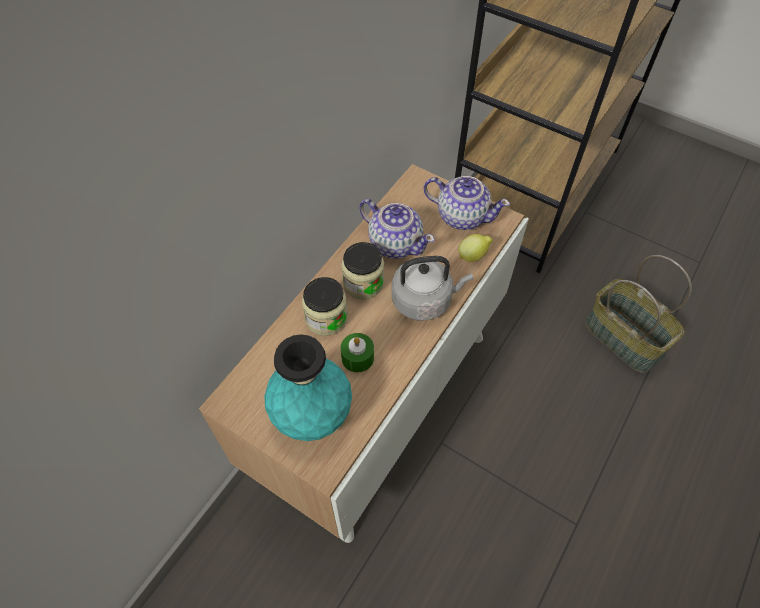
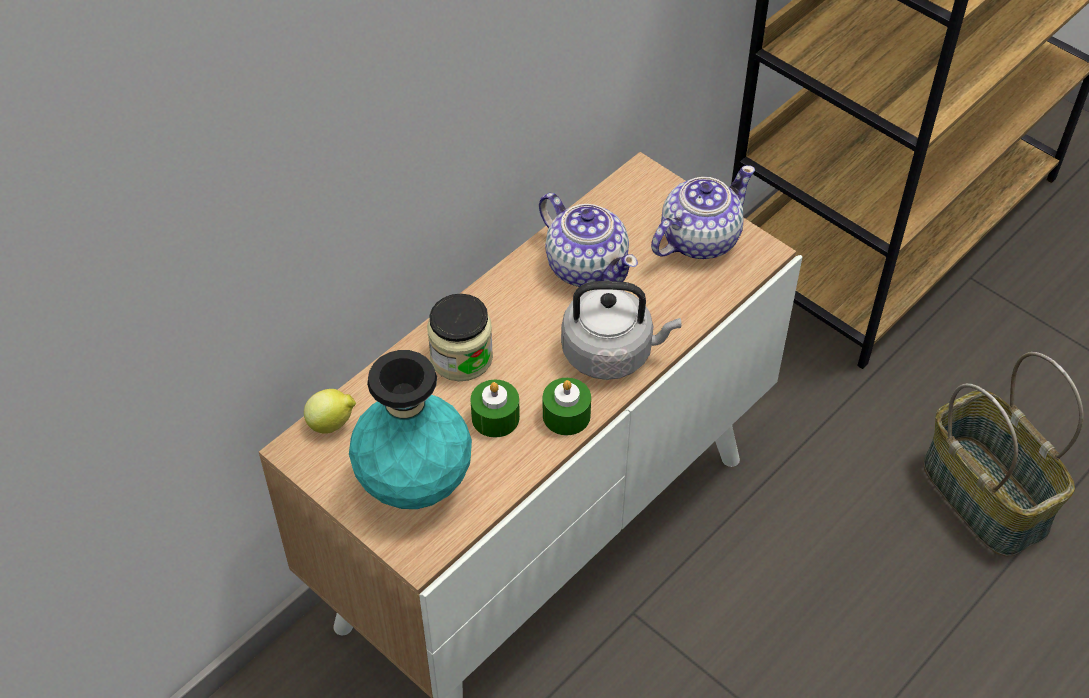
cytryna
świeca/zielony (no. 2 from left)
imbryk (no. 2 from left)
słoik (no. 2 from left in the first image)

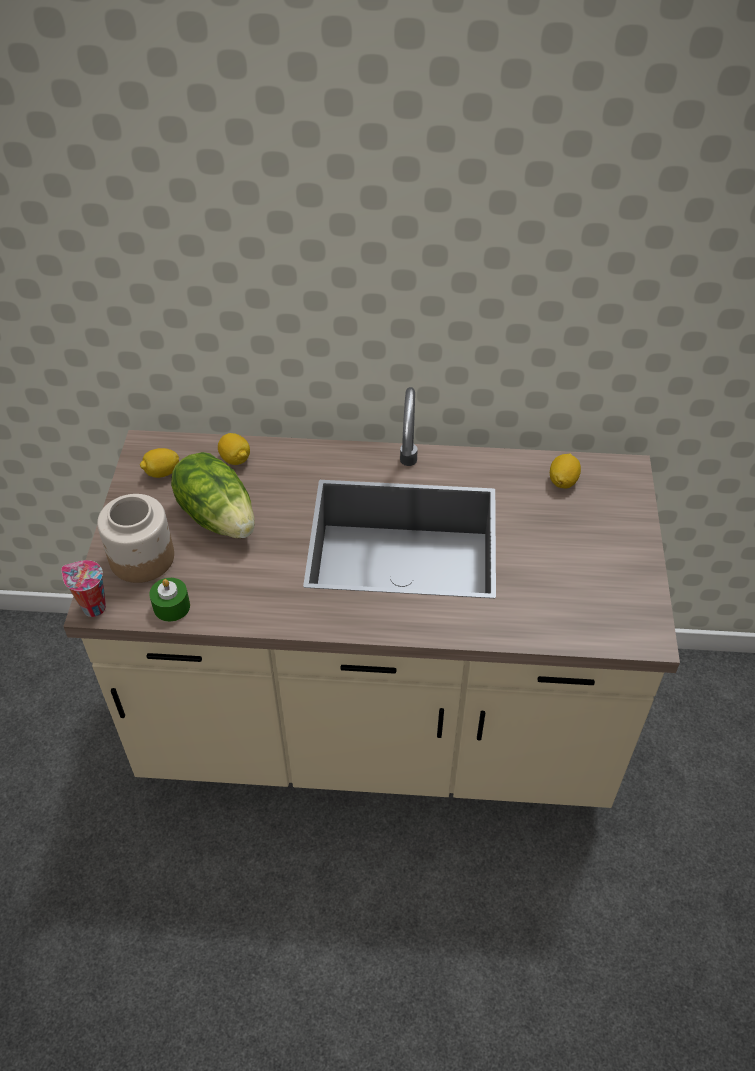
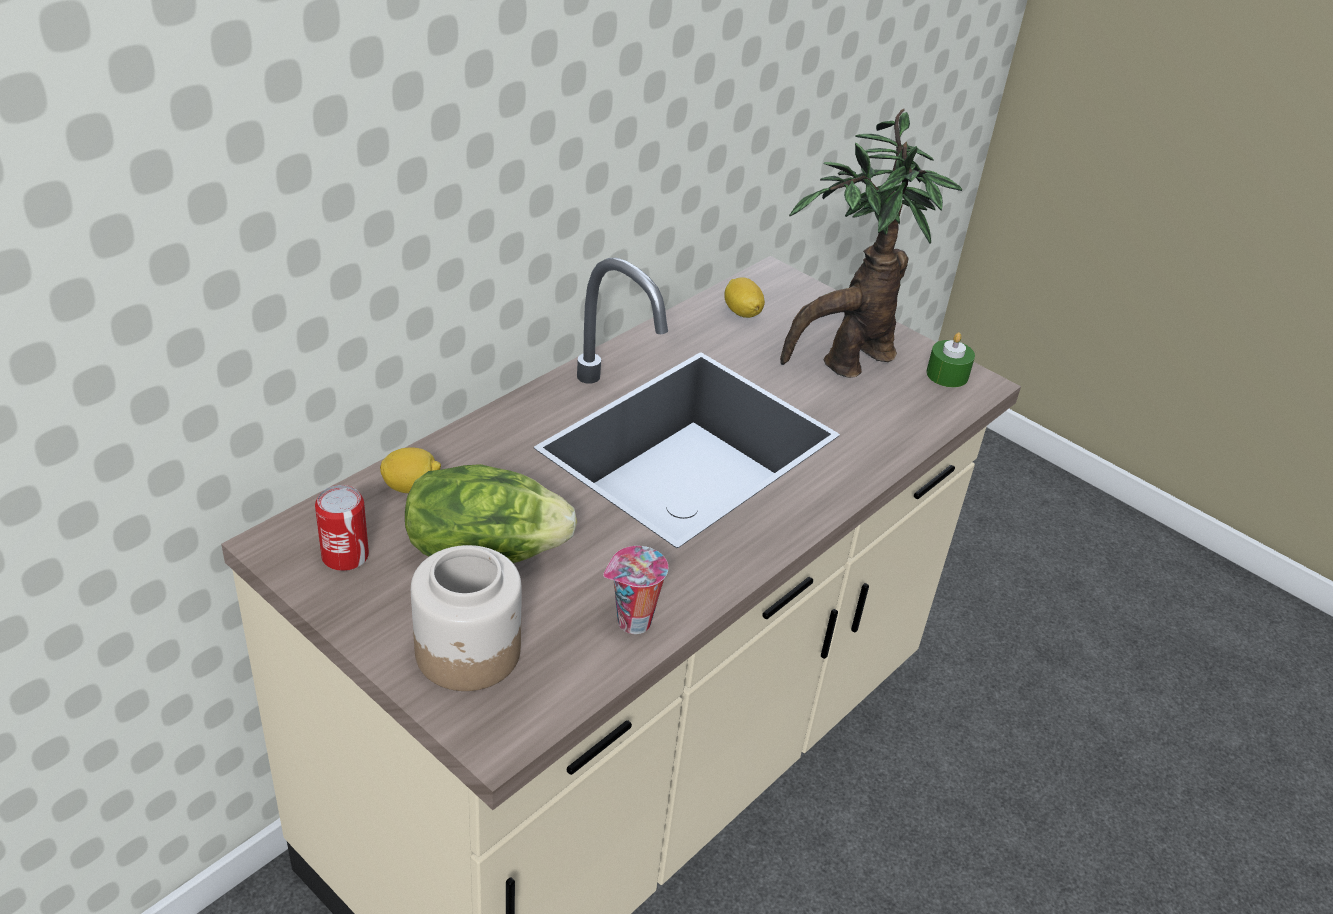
puszka
filiżanka
roślina doniczkowa
świeca/zielony

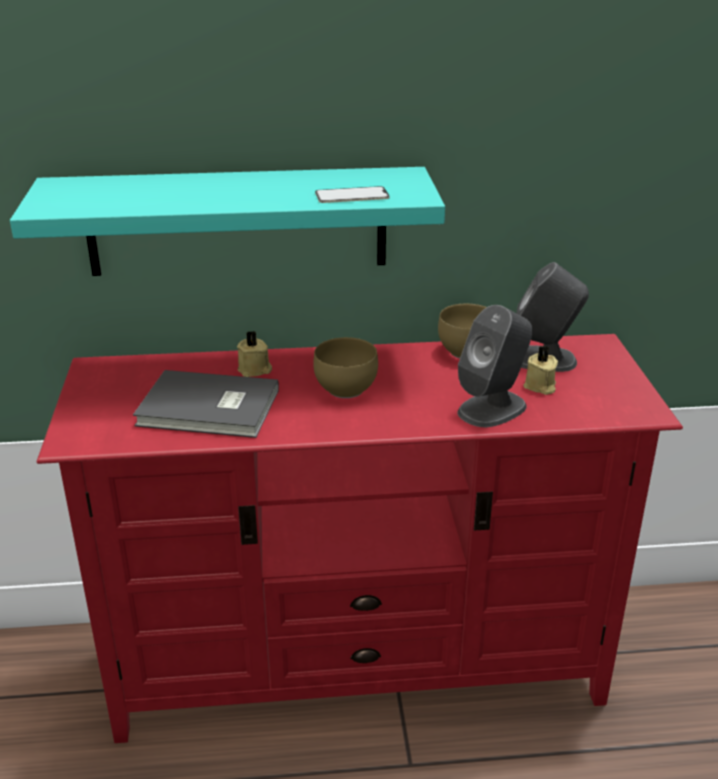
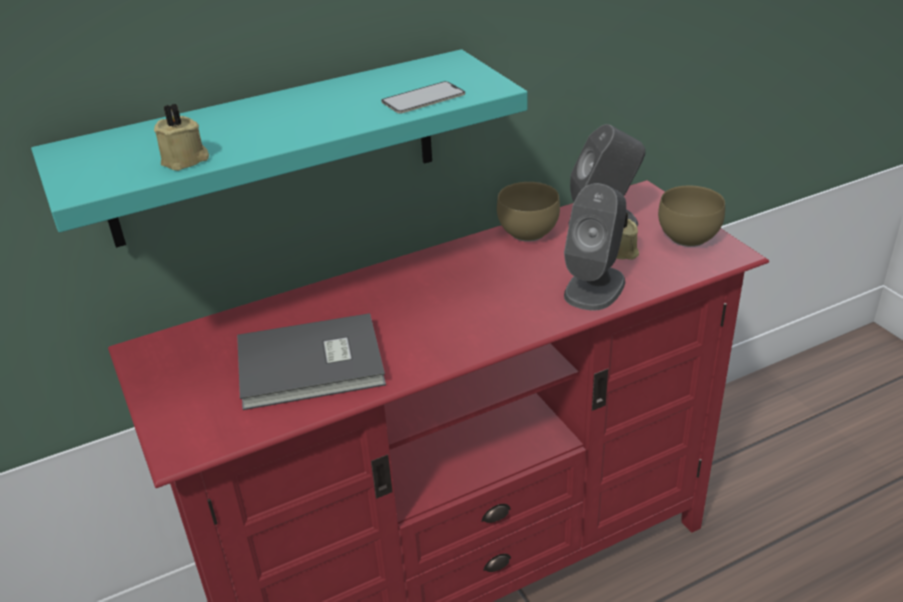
świeca/beżowy (no. 1 from left)
miska/brązowy (no. 2 from left)

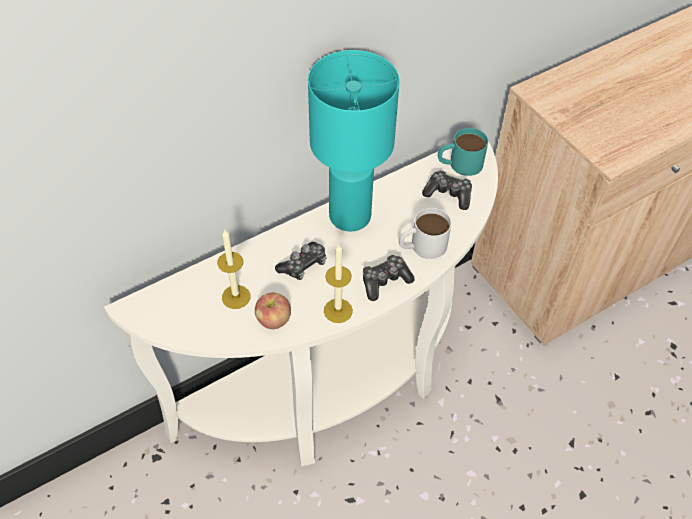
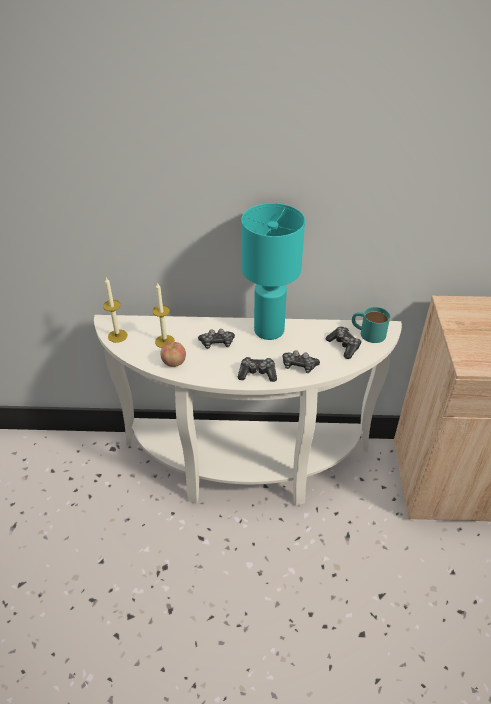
świeca (no. 1 from left)
pad do gier (no. 3 from left)

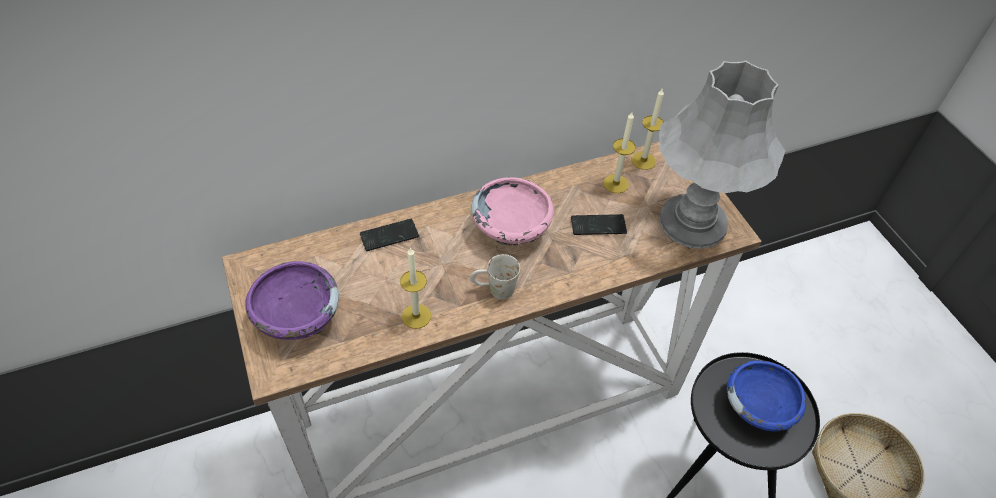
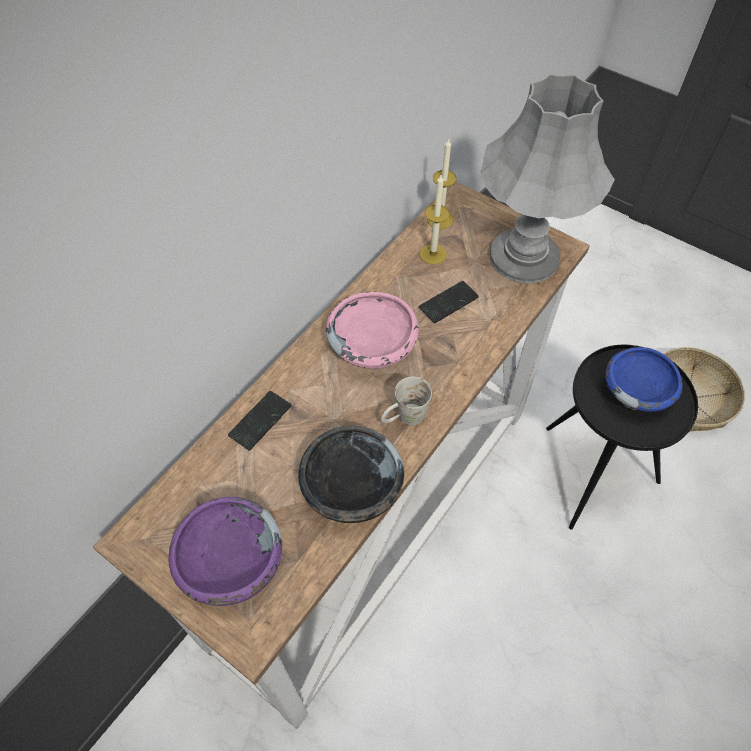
miska/czarny

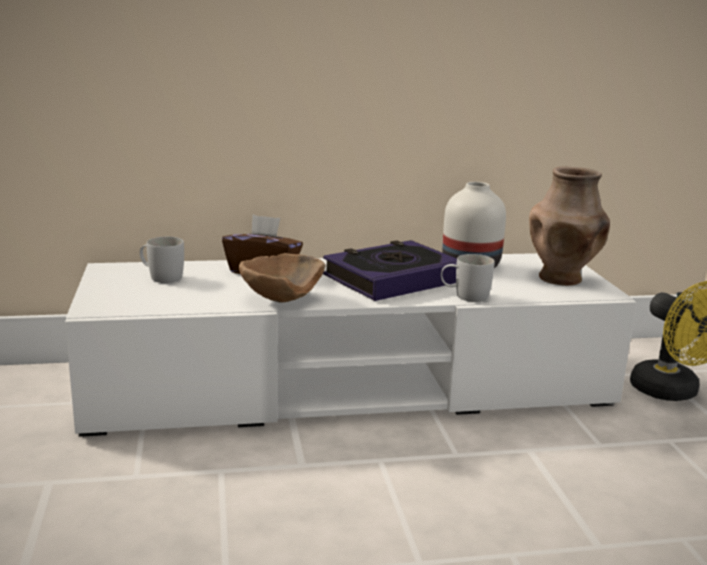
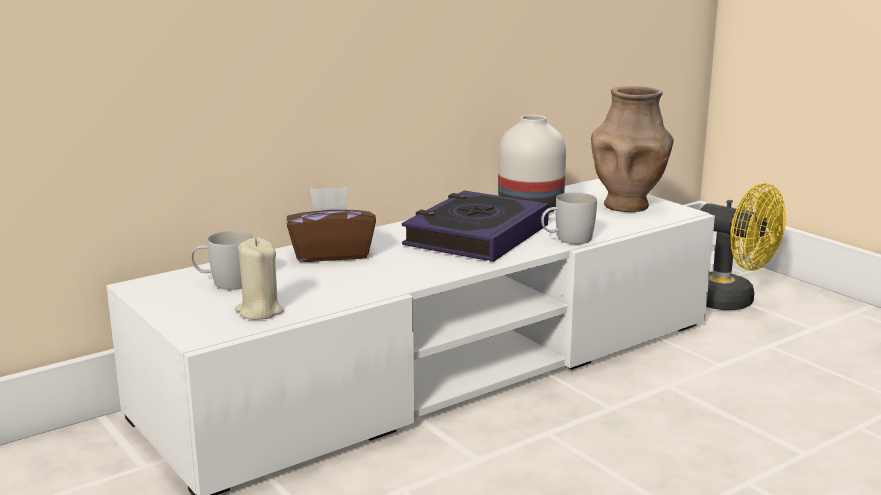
świeca/beżowy
miska/brązowy

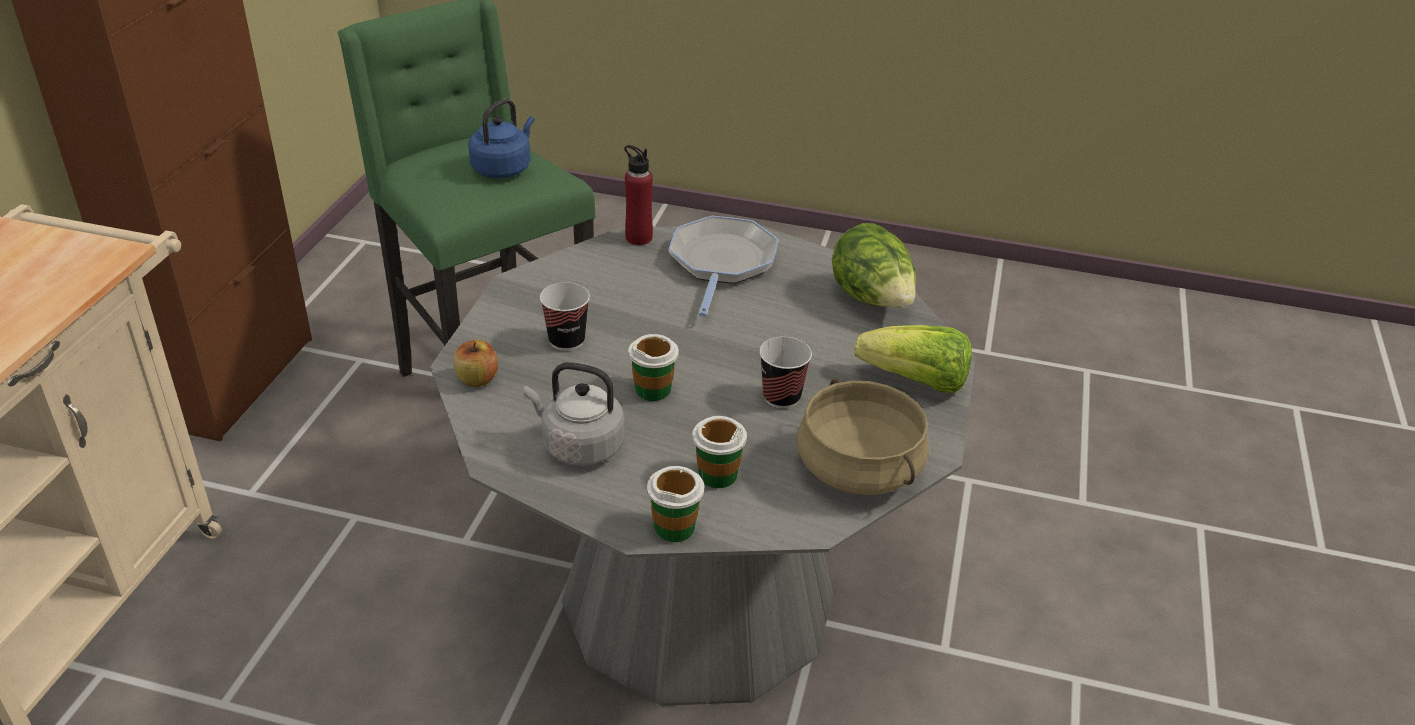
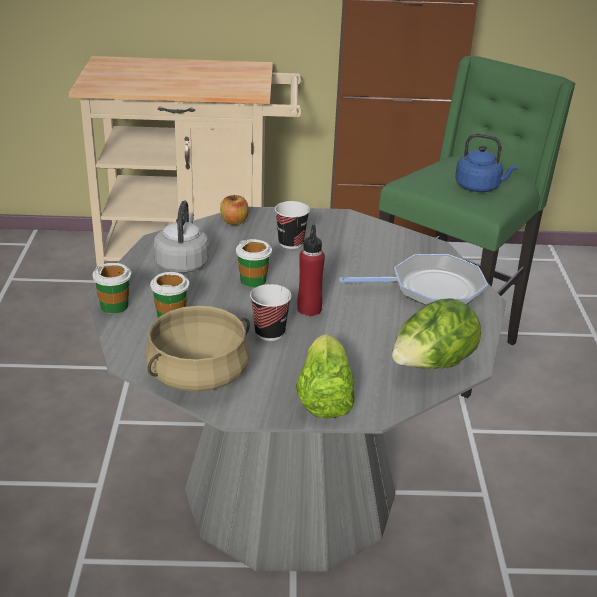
butelka/czerwony

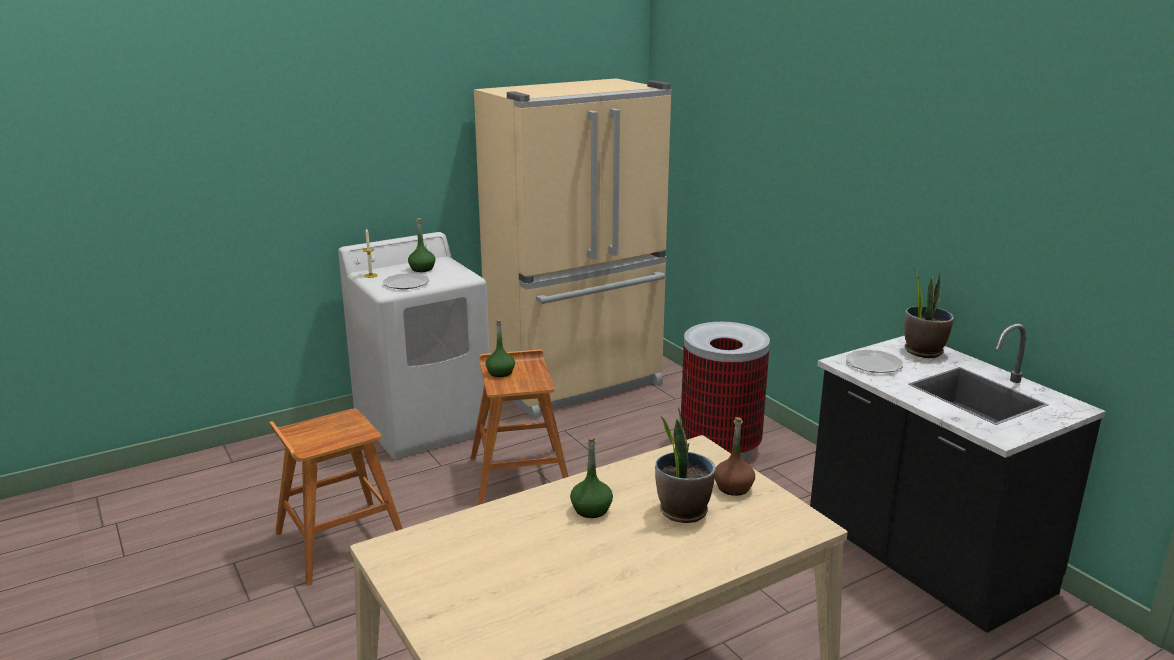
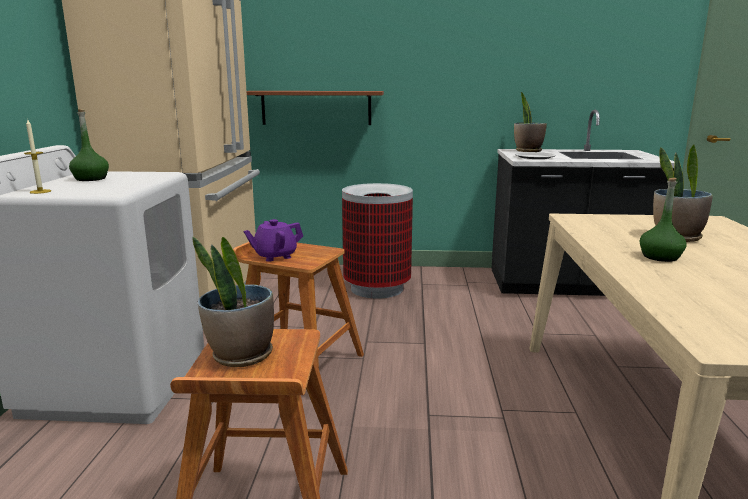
roślina doniczkowa (no. 1 from left)
imbryk/fioletowy
półka/brązowy
talerz (no. 1 from left in the first image)
butelka/brązowy

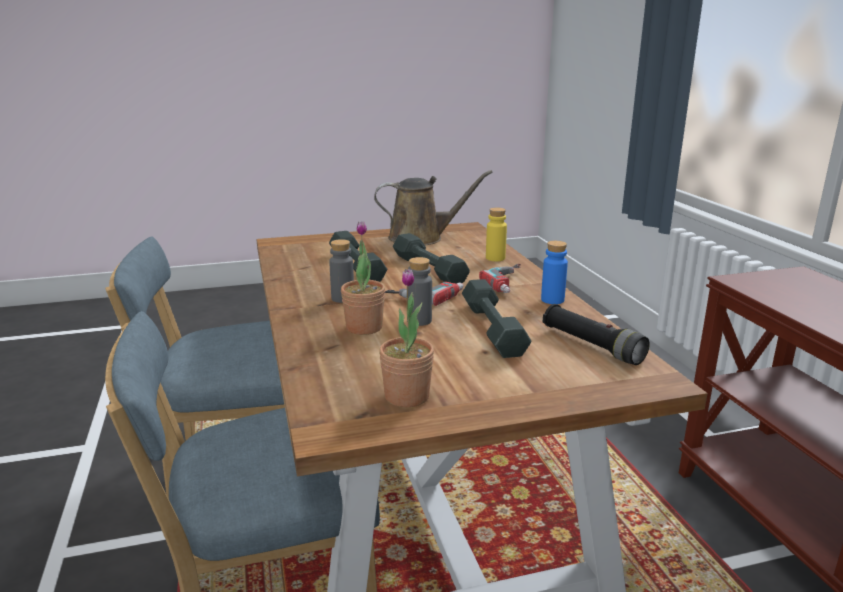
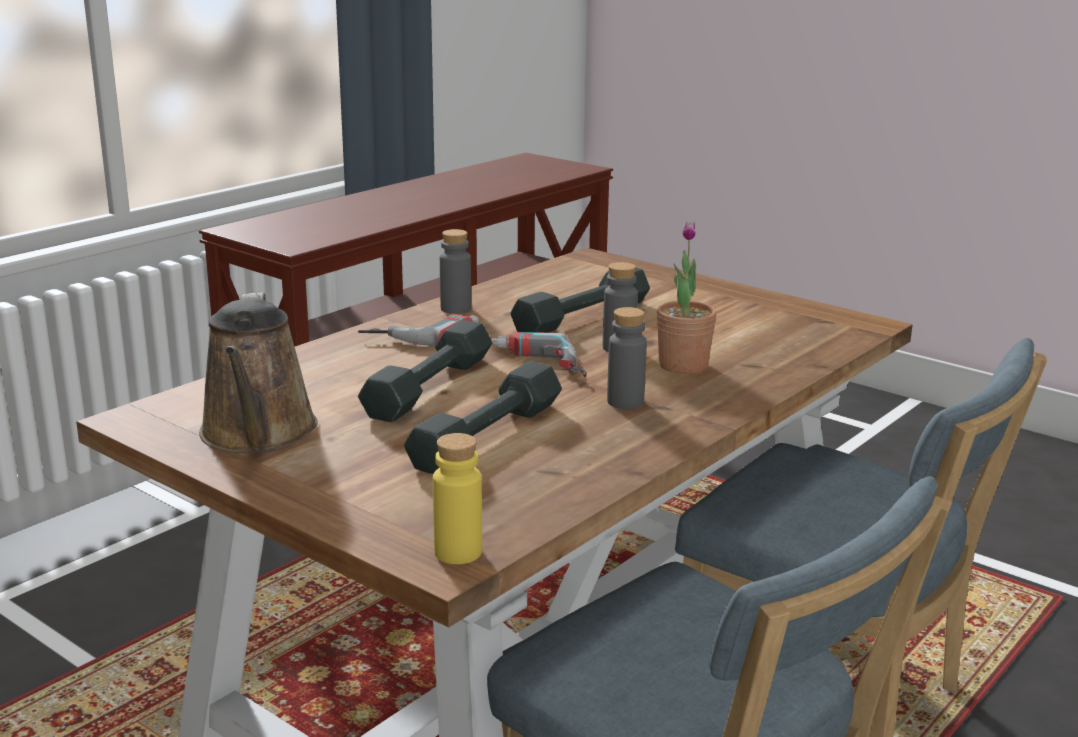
konewka/brązowy
butelka/żółty
butelka/szary (no. 1 from left)
roślina doniczkowa (no. 2 from left in the first image)
latarka/czarny

